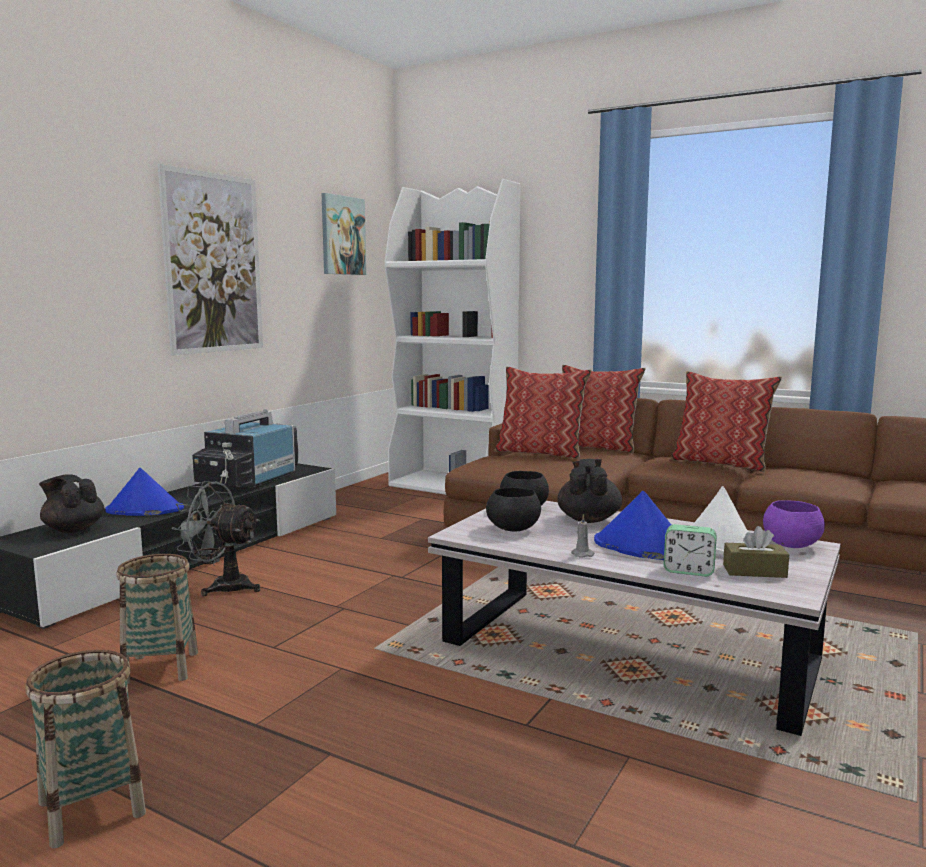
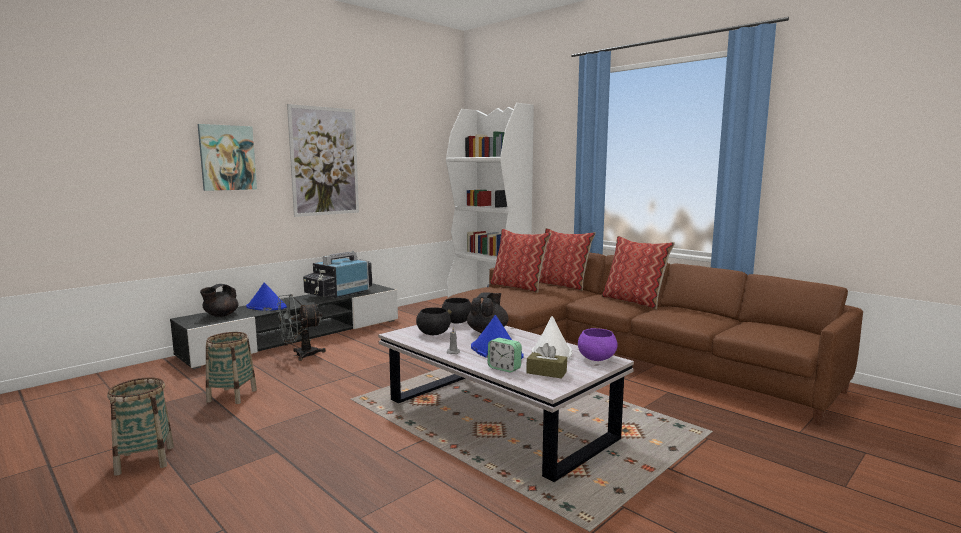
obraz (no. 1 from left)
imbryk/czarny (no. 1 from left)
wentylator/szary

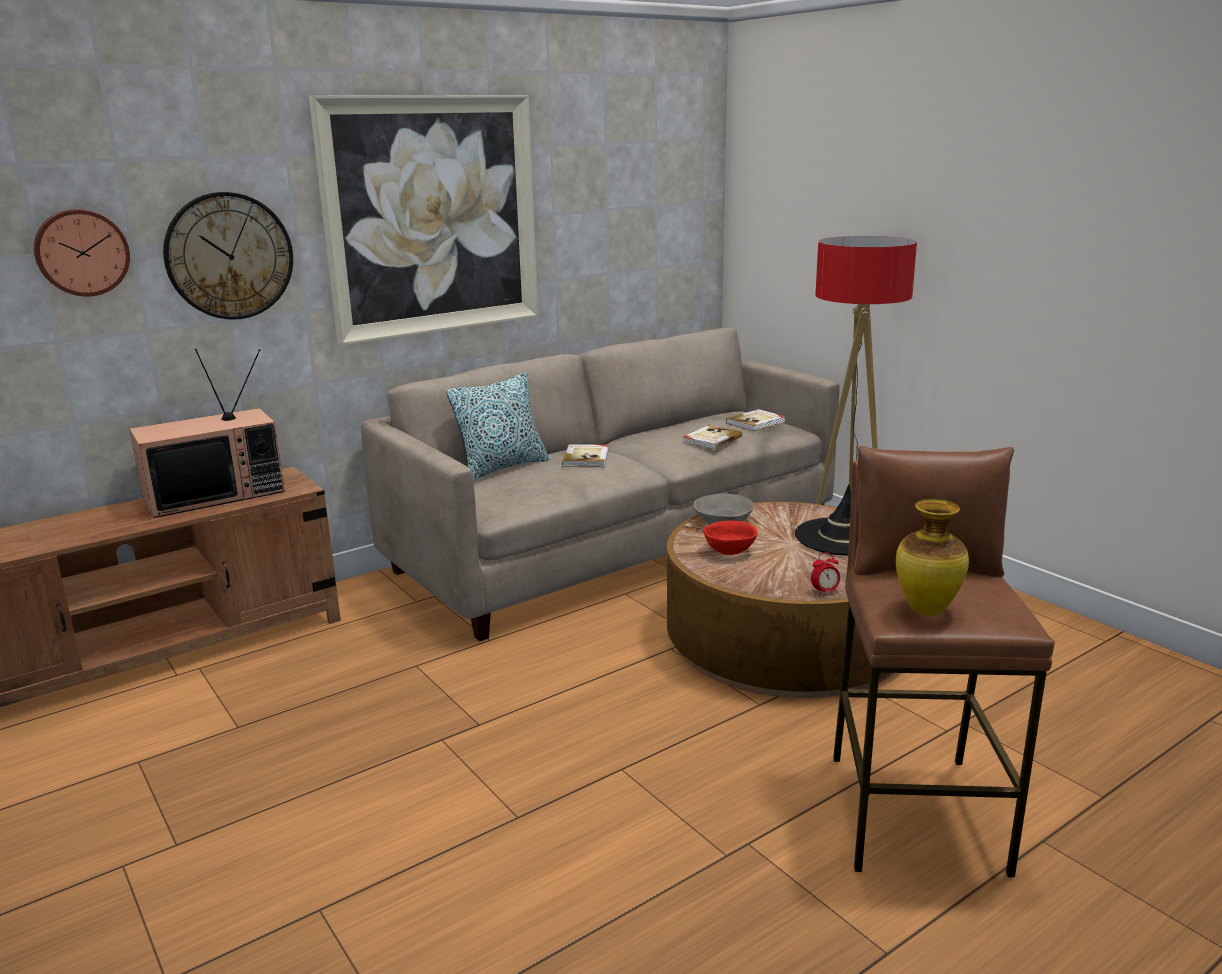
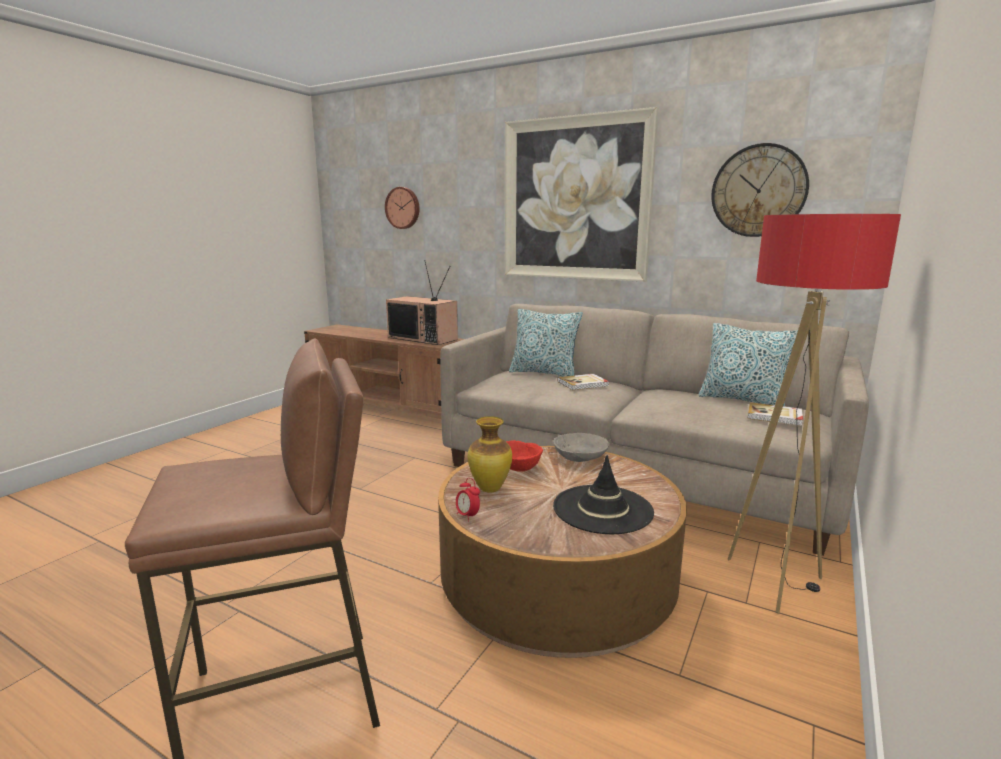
wazon
poduszka (no. 2 from left)
zegar ścienny (no. 2 from left)
książka (no. 2 from left in the first image)

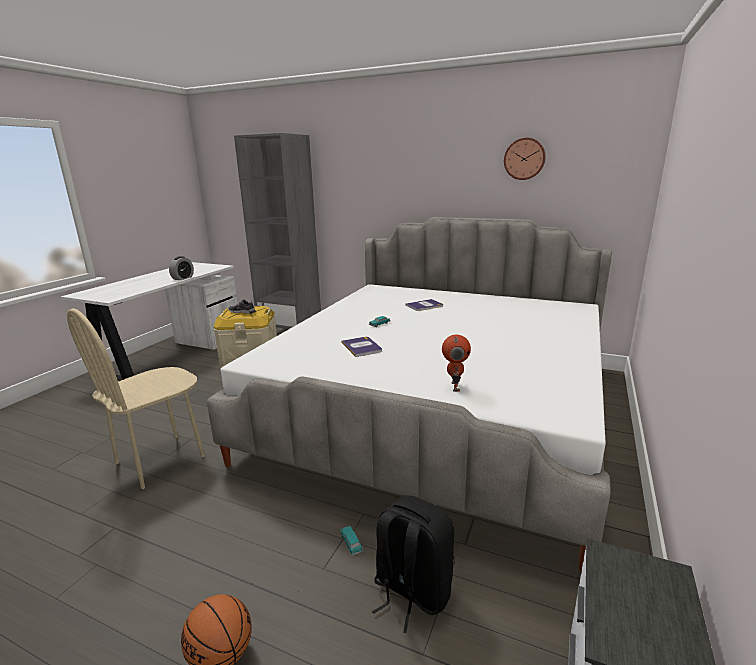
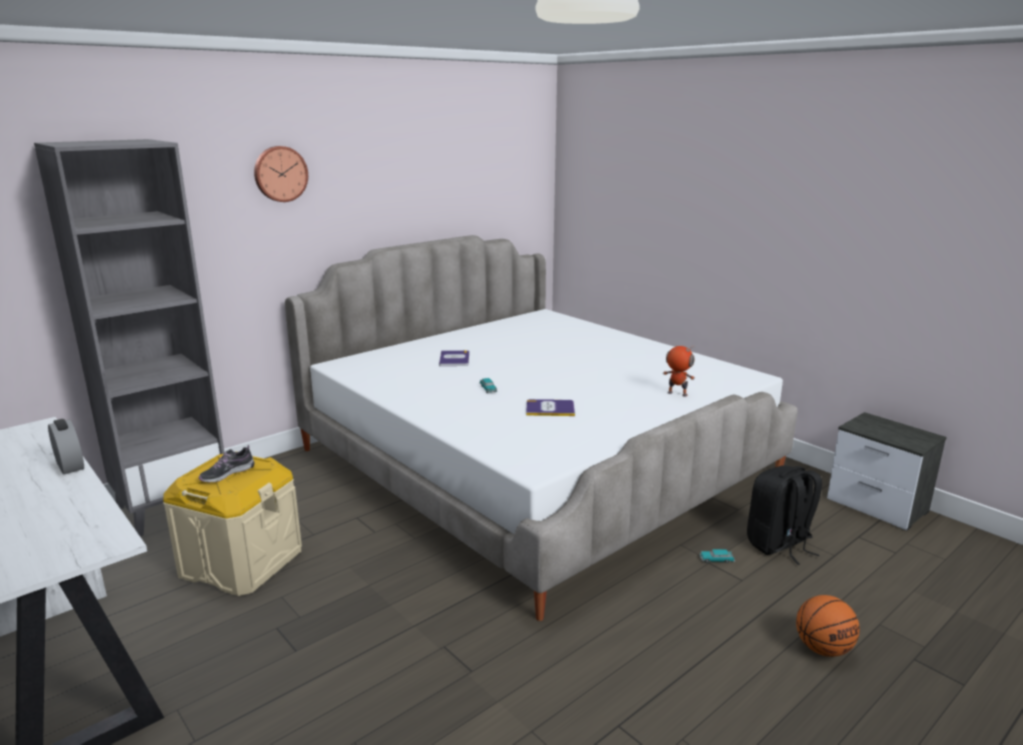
zegar ścienny
krzesło/beżowy

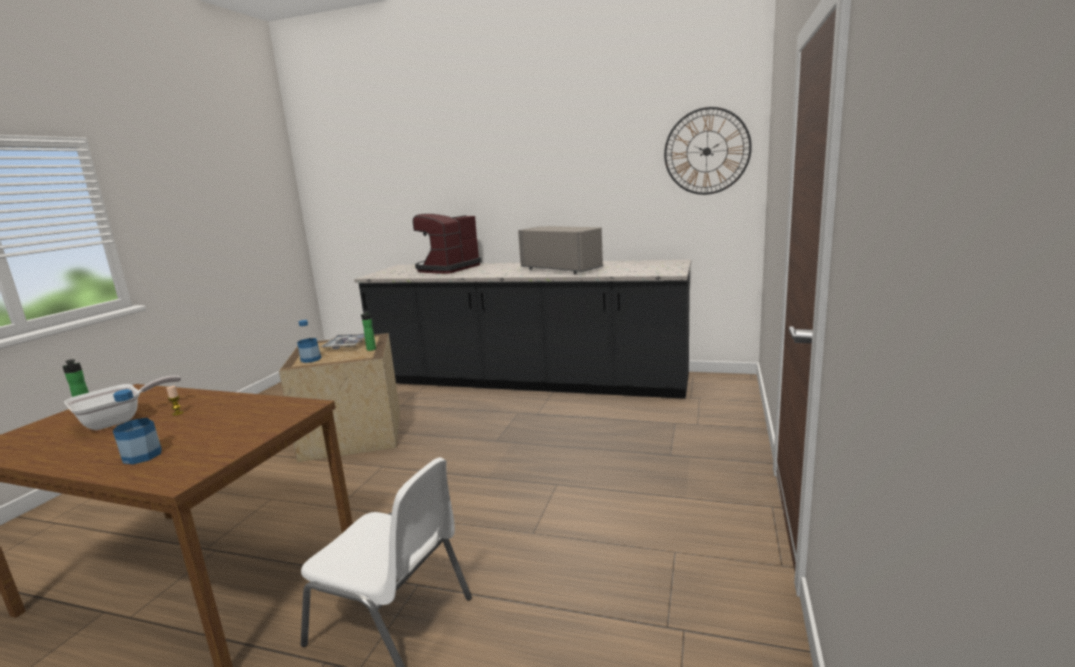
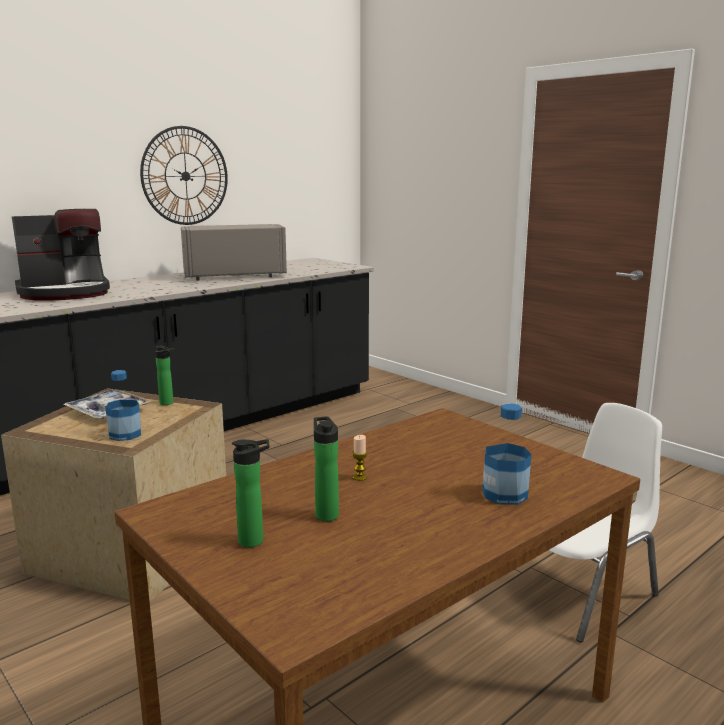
ekspres do kawy
zegar ścienny
butelka (no. 4 from left)

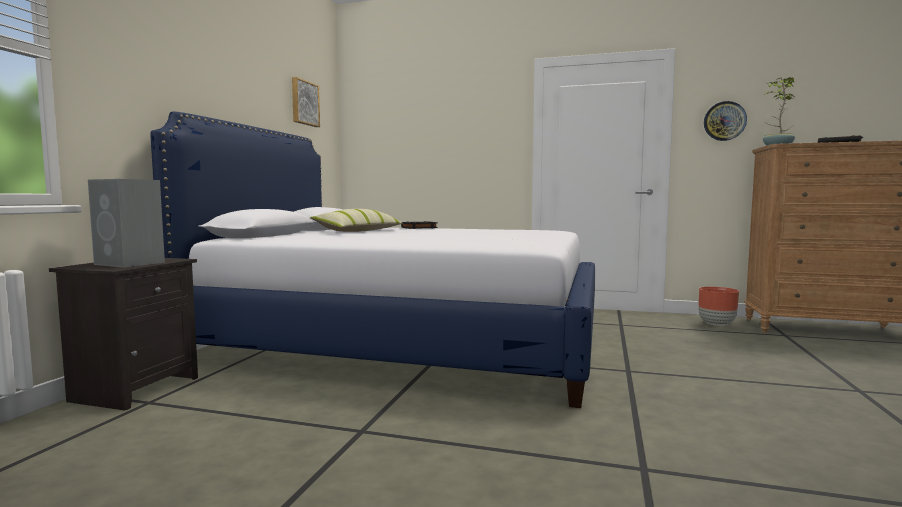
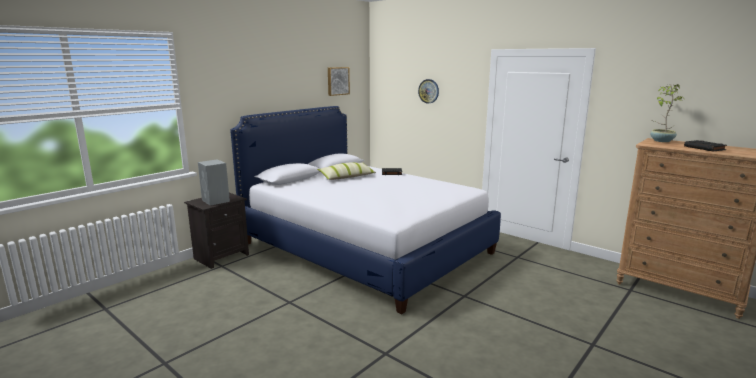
zegar ścienny
donica/brązowy

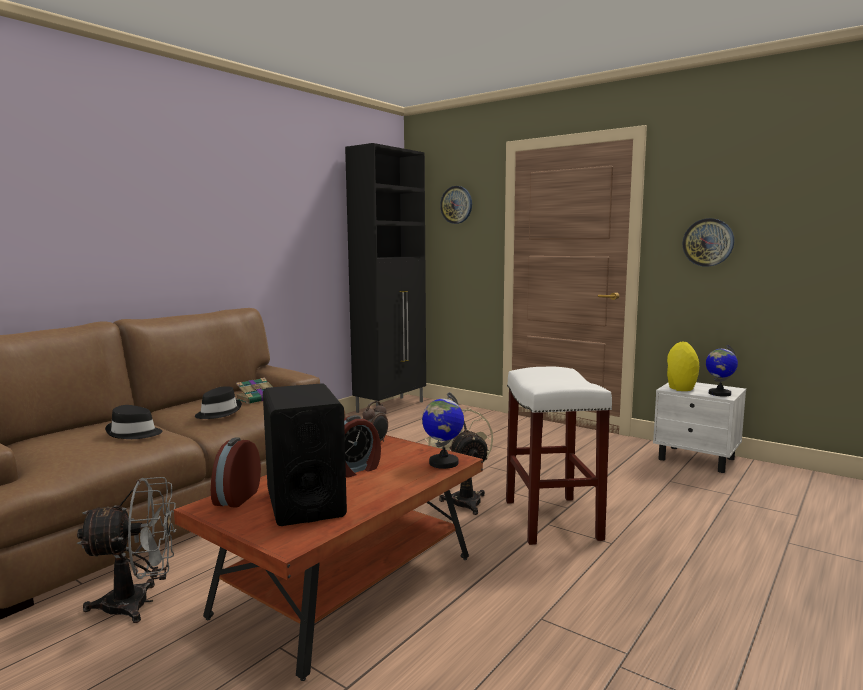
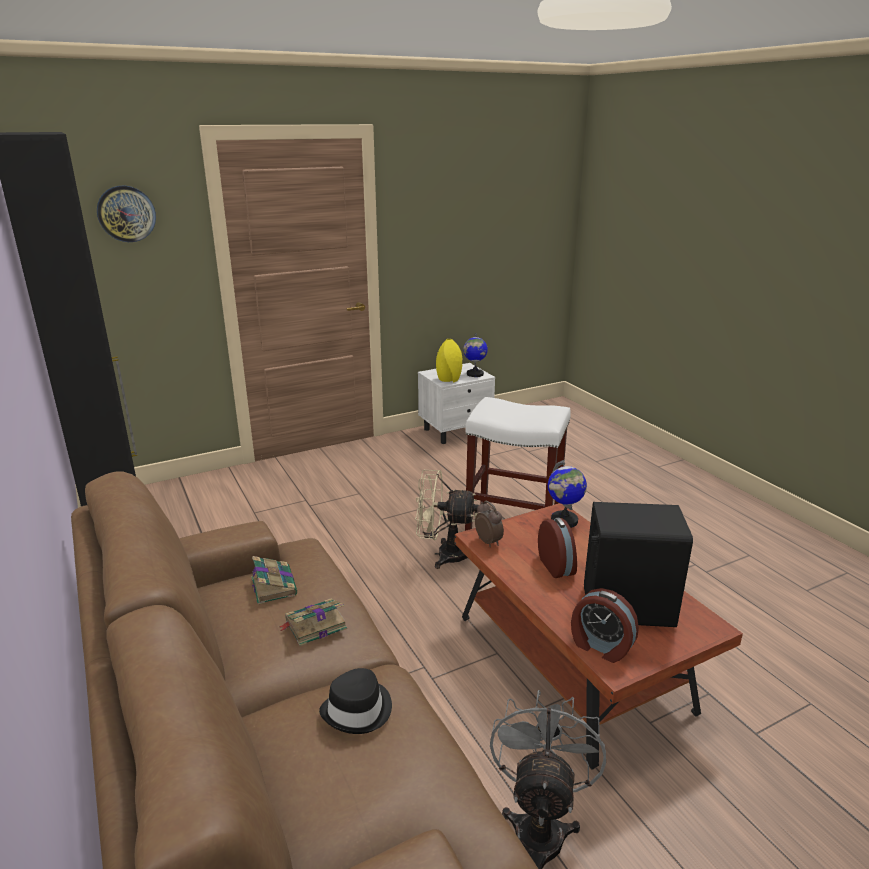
książka (no. 2 from left)
zegar ścienny (no. 2 from left in the first image)

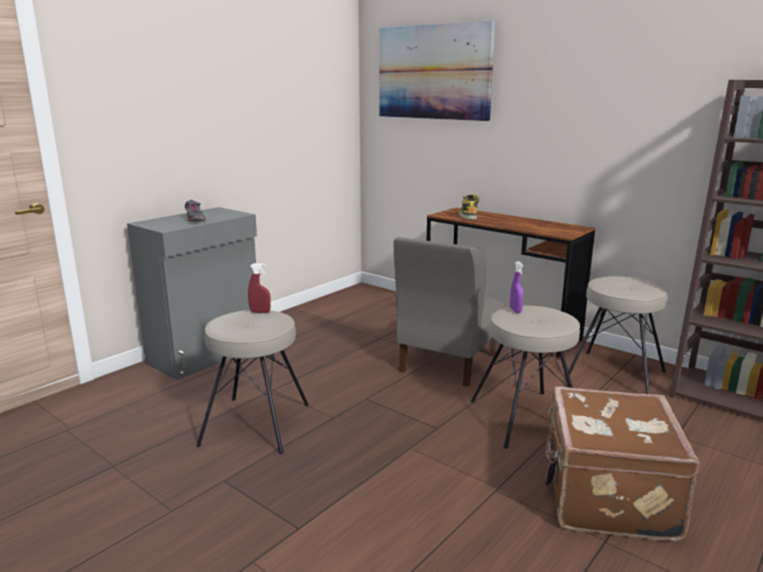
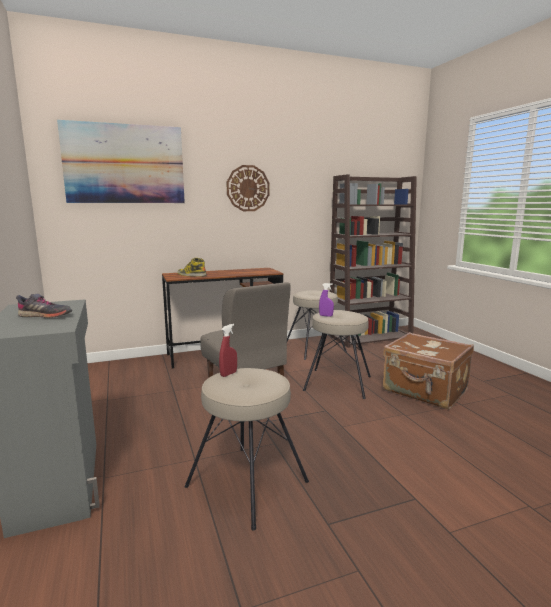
zegar ścienny

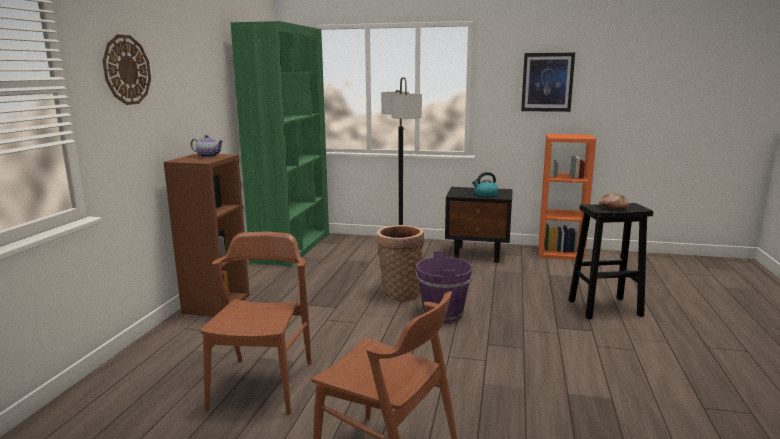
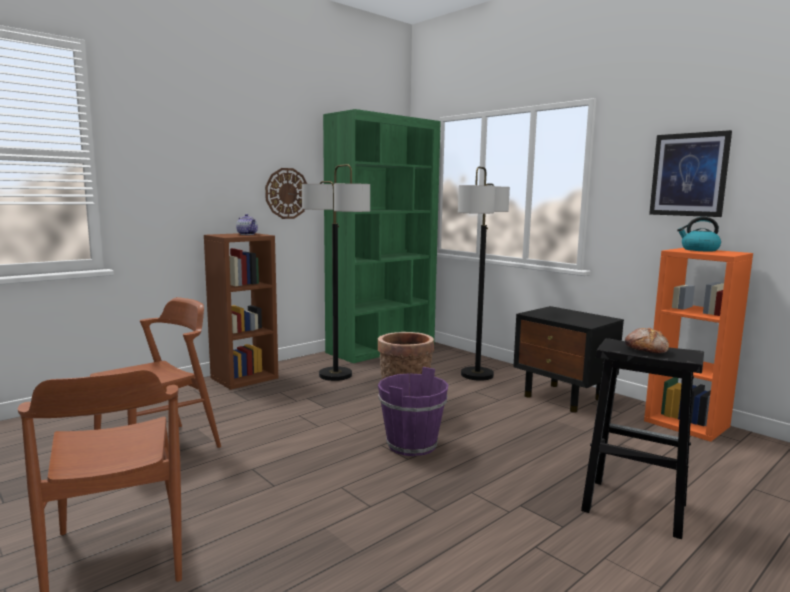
zegar ścienny
lampa stojąca (no. 1 from left)
czajnik

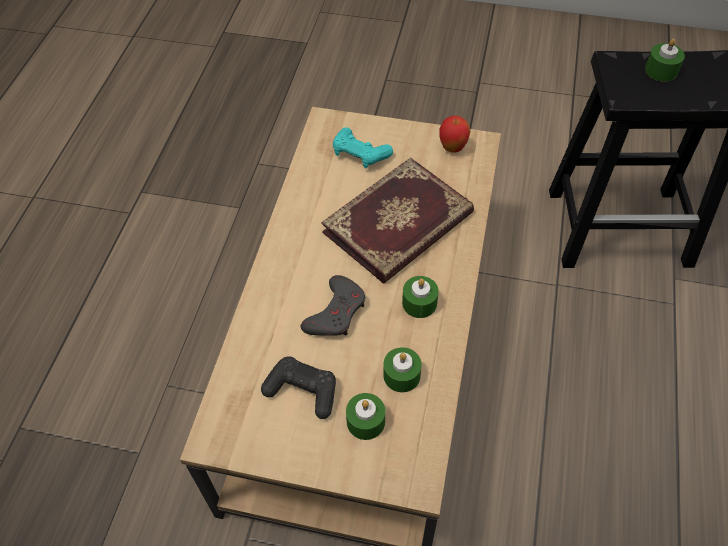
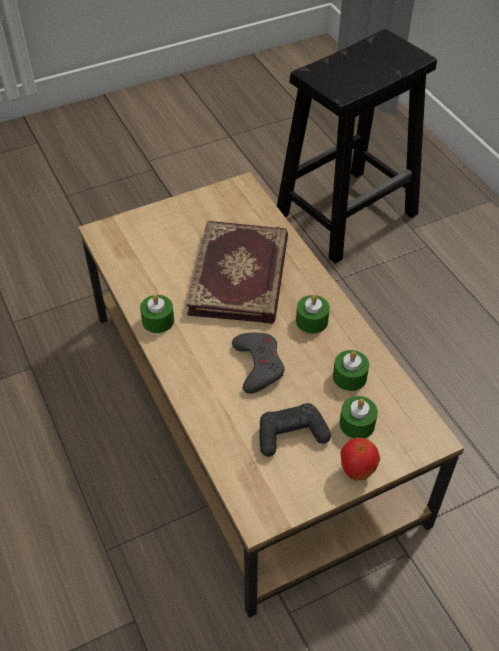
świeca/zielony (no. 1 from left)
jabłko
pad do gier/turkusowy

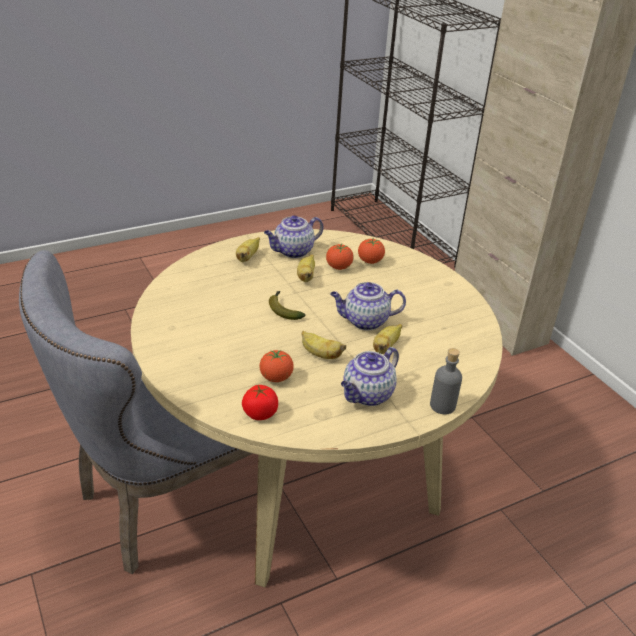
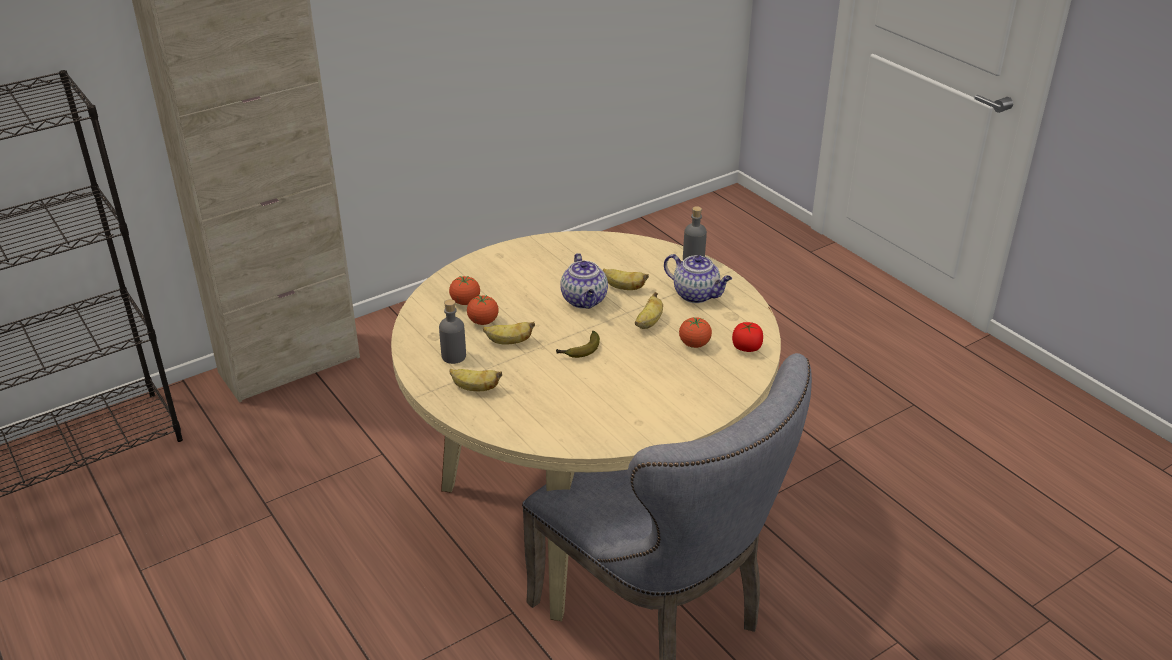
butelka/szary (no. 1 from left)

